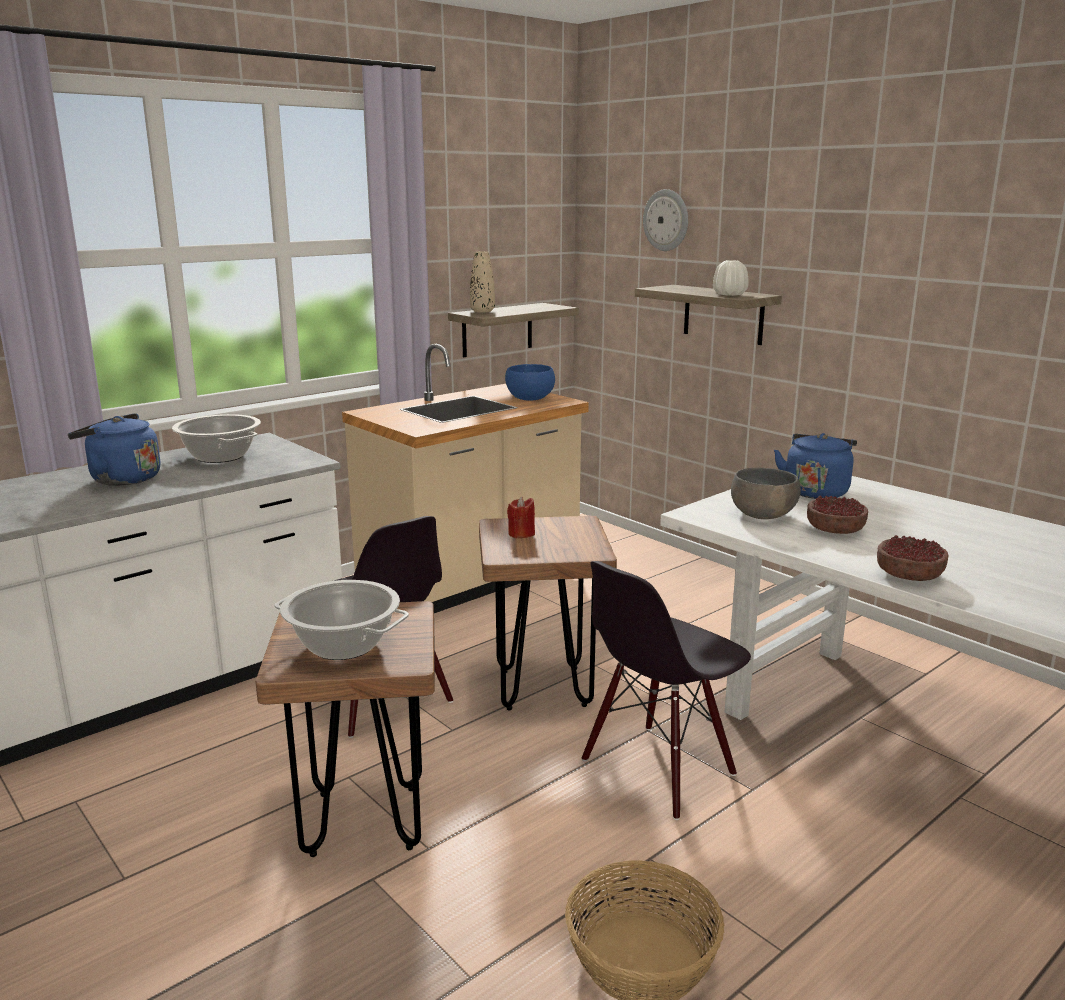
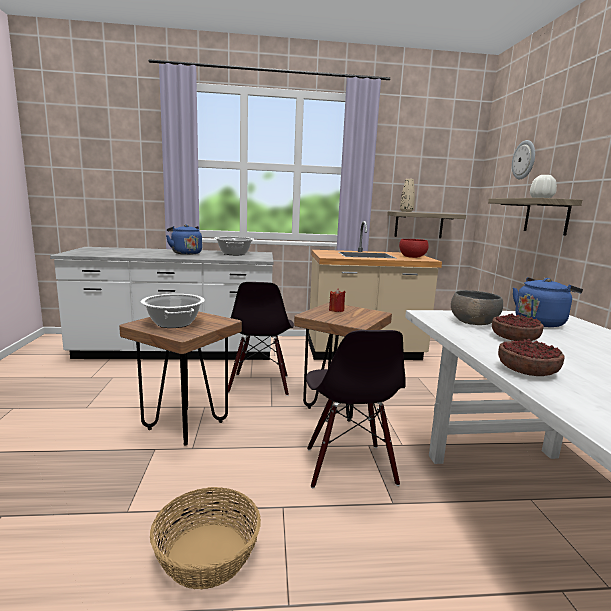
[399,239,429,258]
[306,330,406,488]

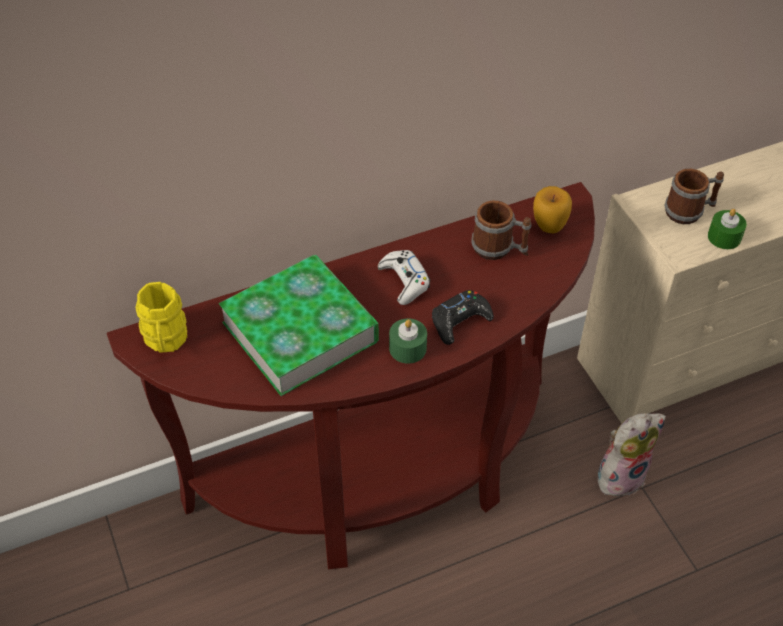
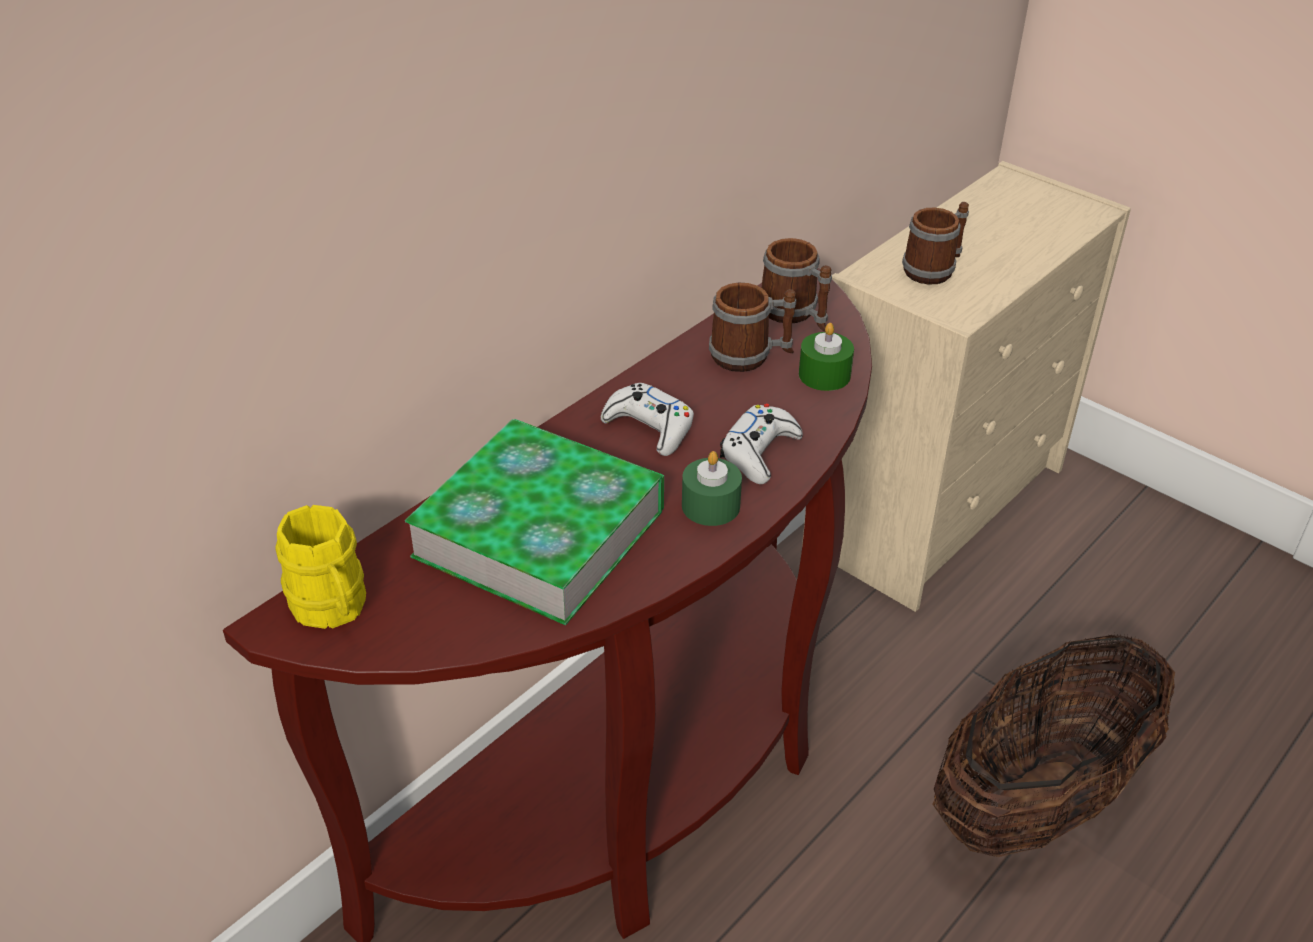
[762,238,832,332]
[799,323,854,391]
[720,404,803,484]
[598,413,666,500] (first image)
[933,633,1175,857]

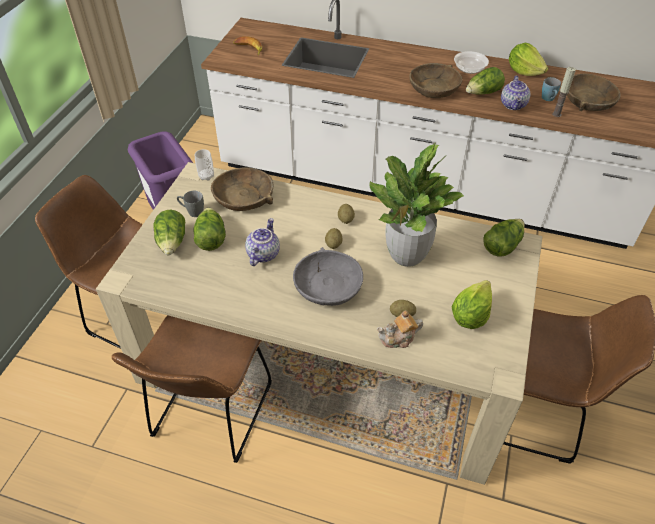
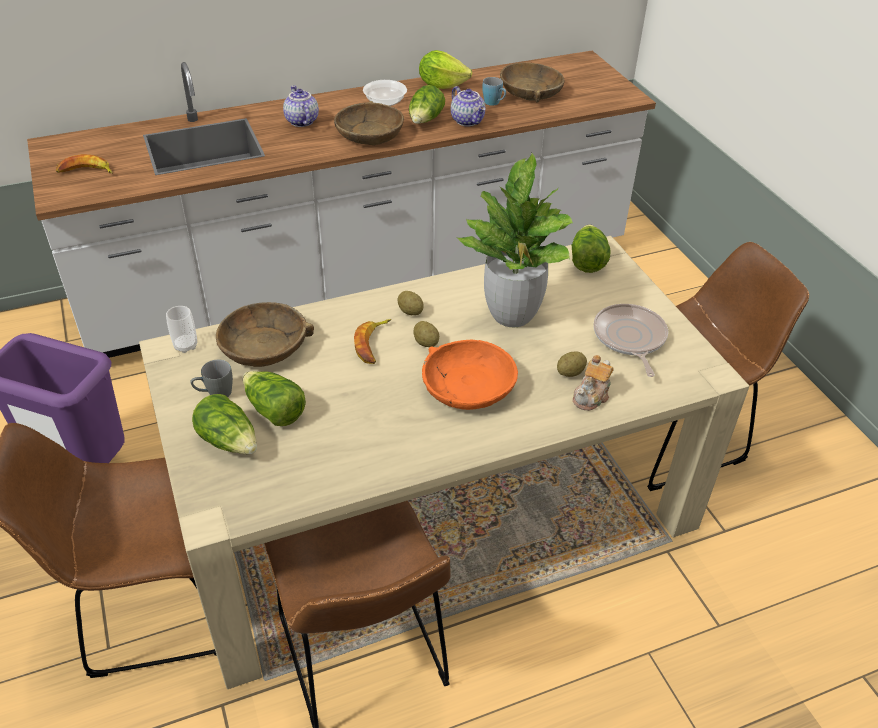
[552,67,576,117] (first image)
[283,85,319,127]
[422,340,518,410]
[594,304,668,377]
[354,319,391,364]

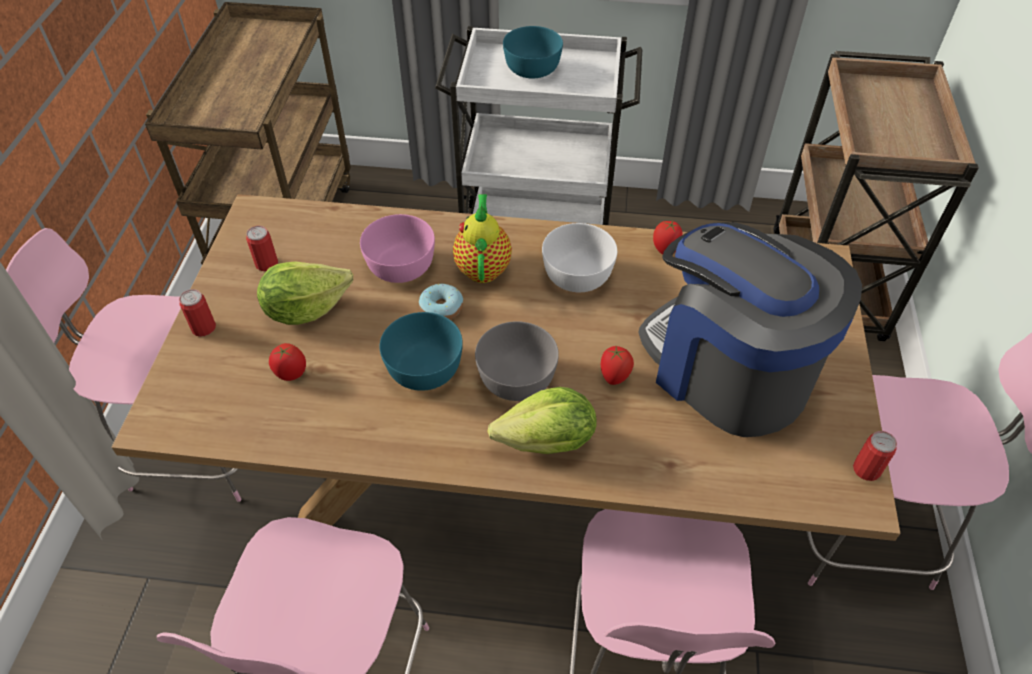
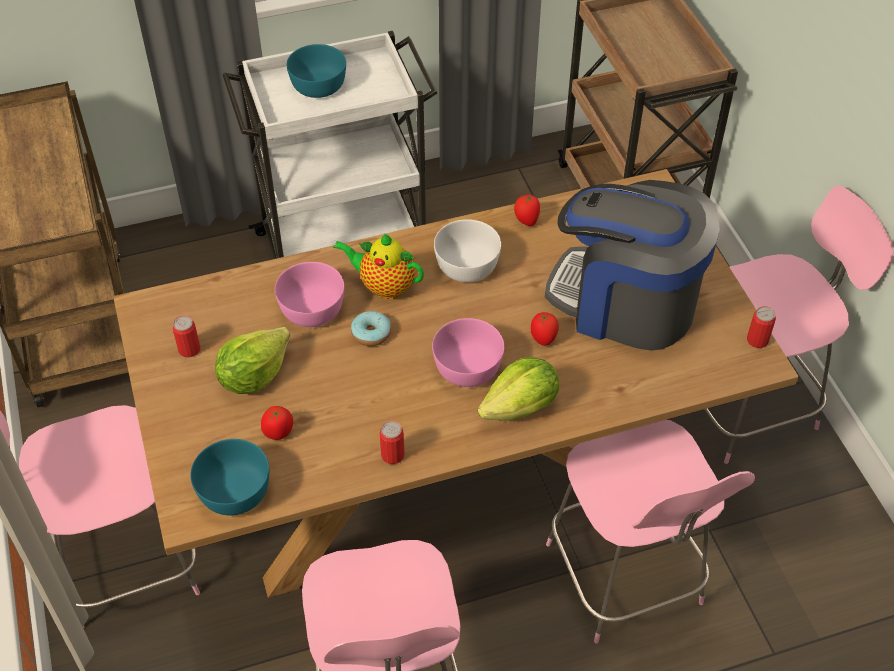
[333,233,424,299]
[380,421,405,464]
[190,439,269,516]
[432,318,504,387]

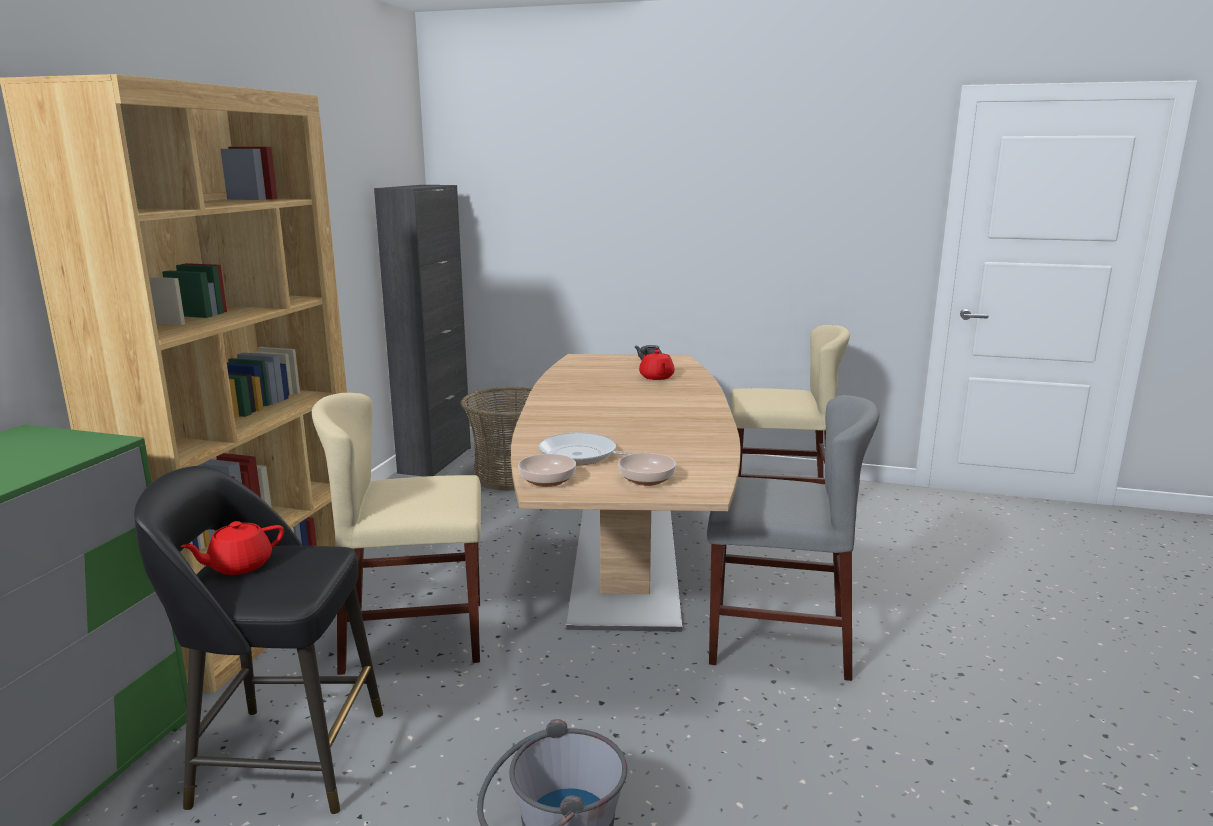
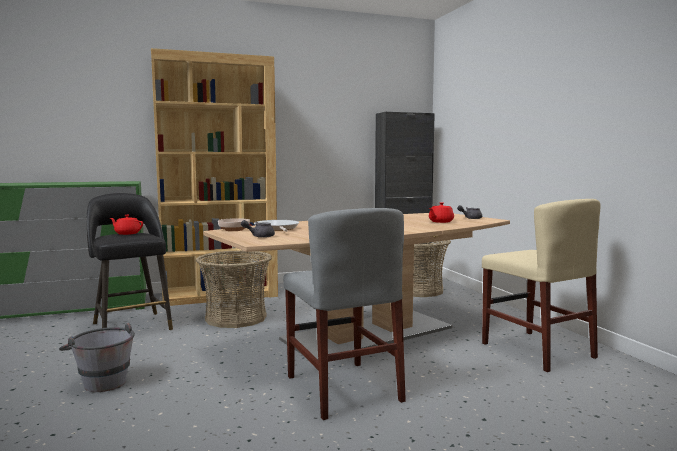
[196,250,272,328]
[241,220,275,238]

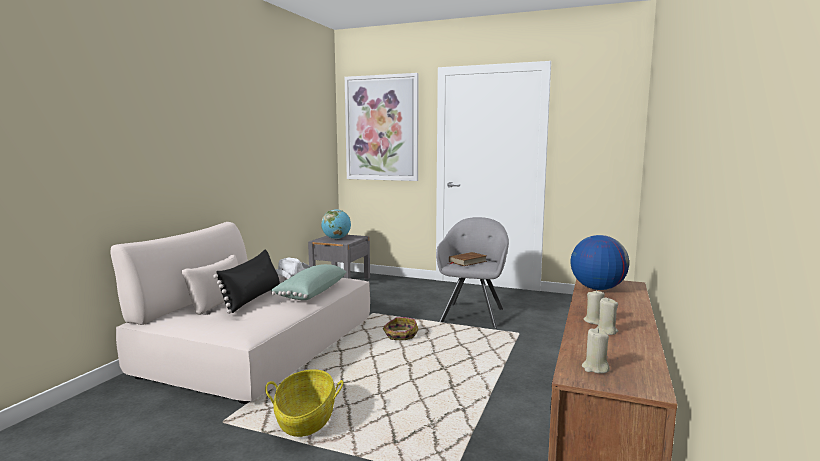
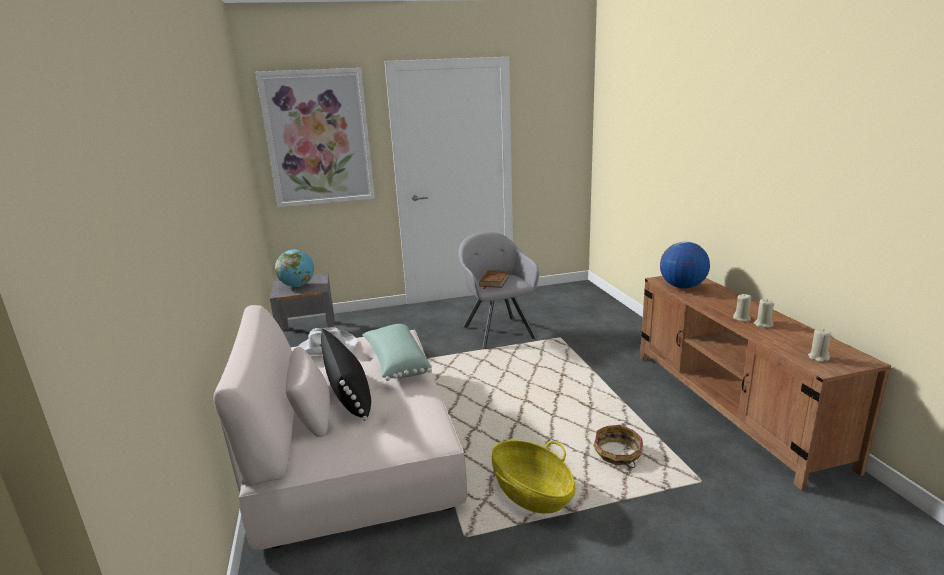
[593,425,643,468]

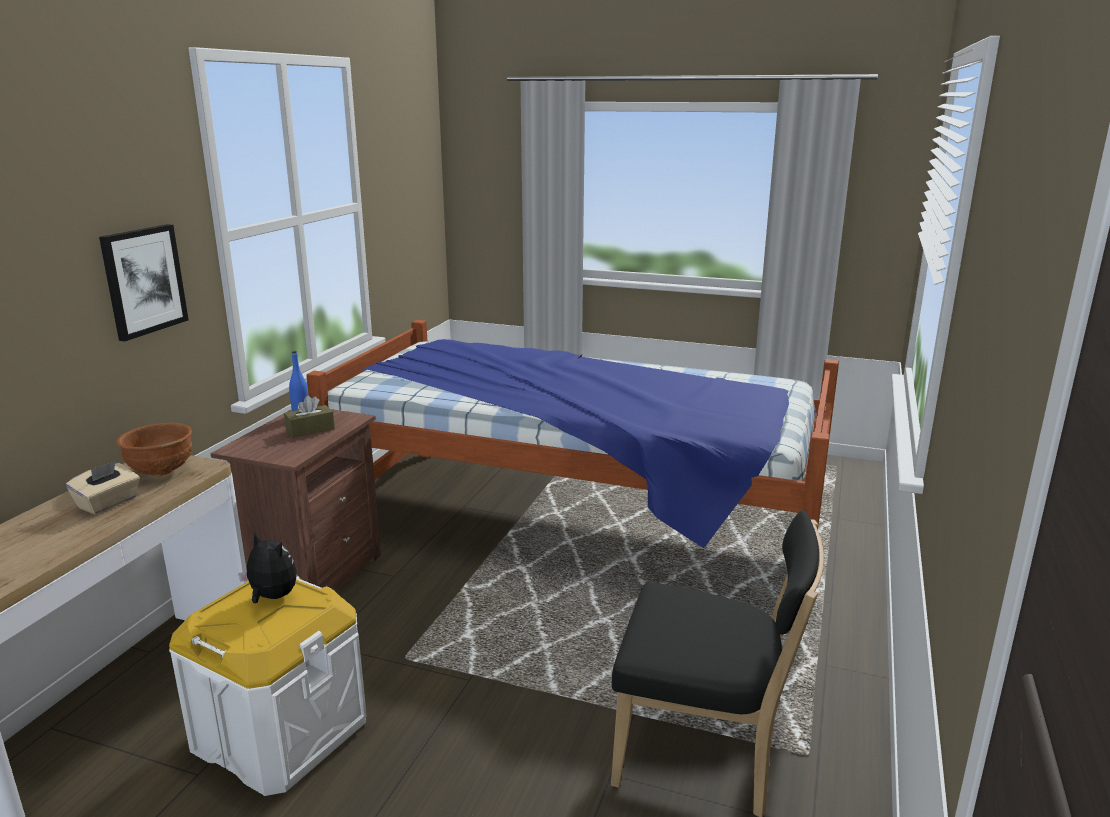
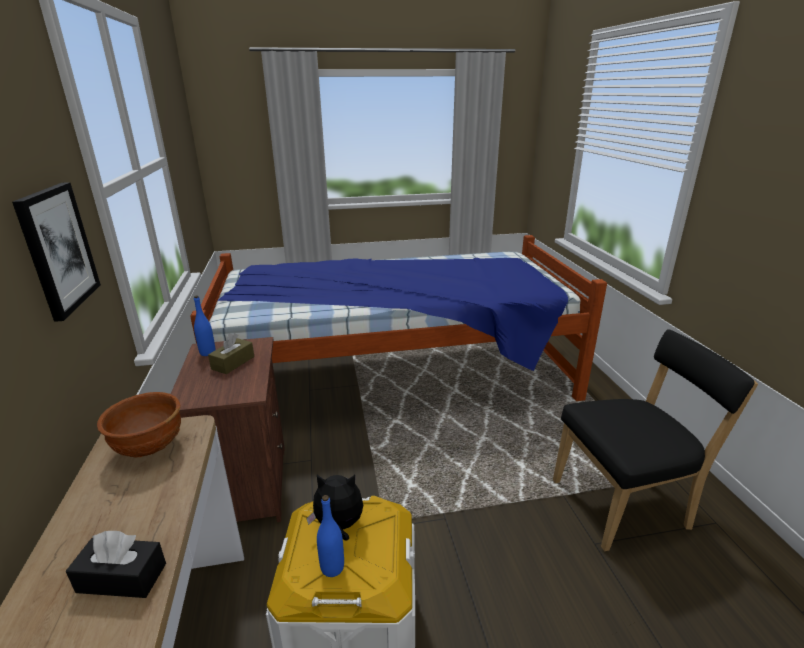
[66,461,140,515] (first image)
[317,495,344,577]
[66,531,166,598]

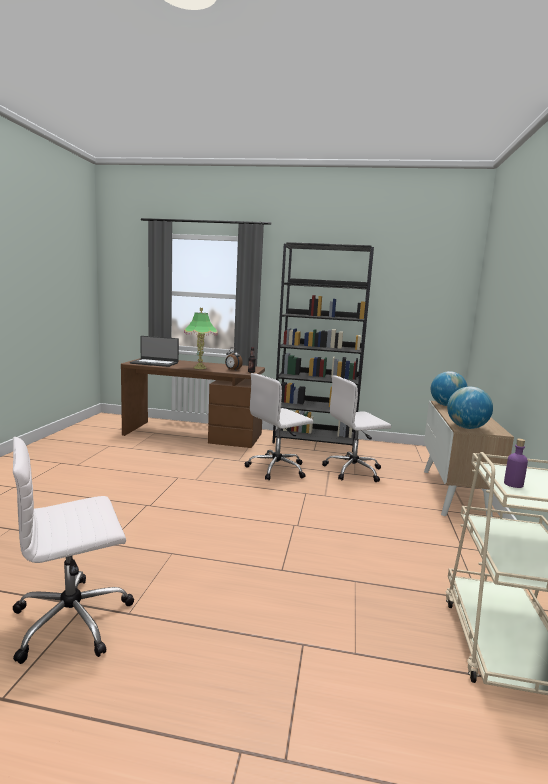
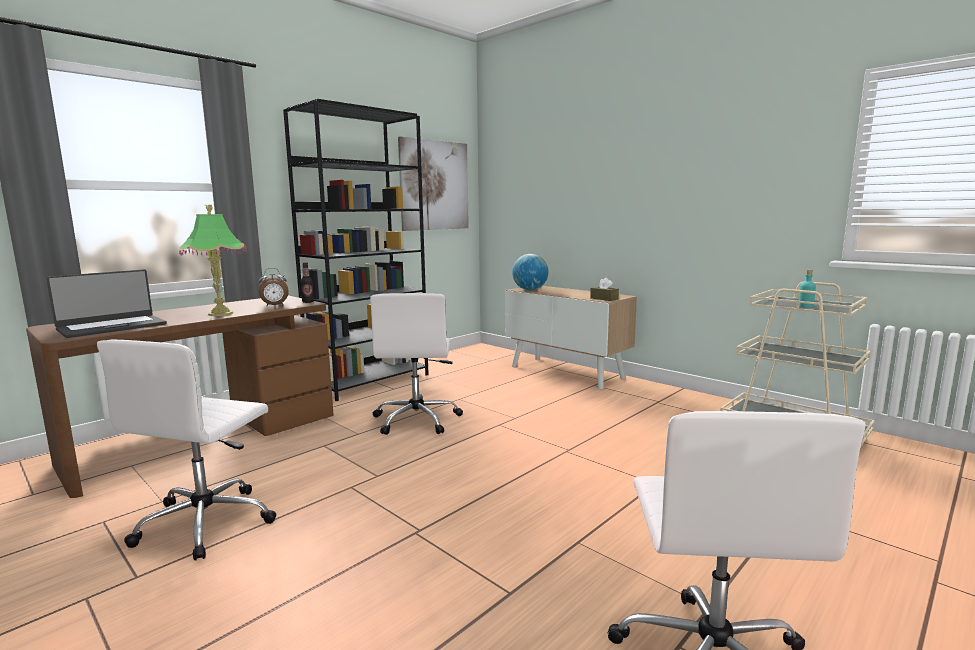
[97,340,277,561]
[590,278,619,301]
[798,269,816,307]
[398,136,469,231]

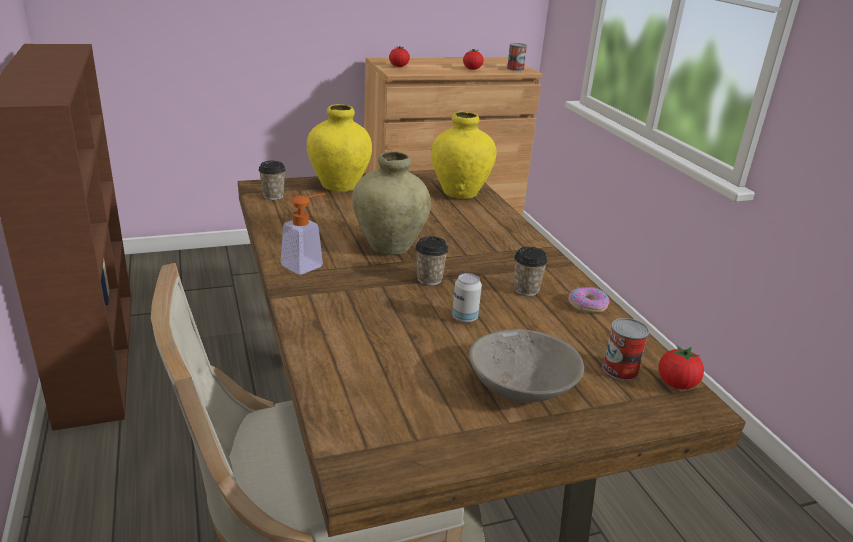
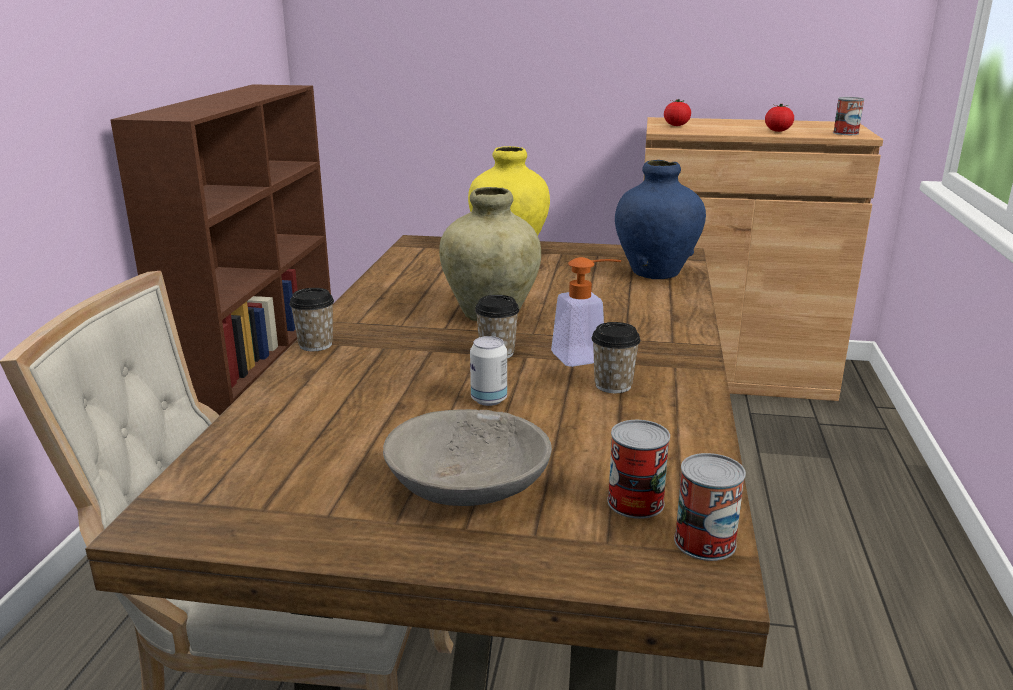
[615,160,706,279]
[289,288,334,351]
[551,257,622,367]
[568,287,609,313] (first image)
[674,453,746,561]

